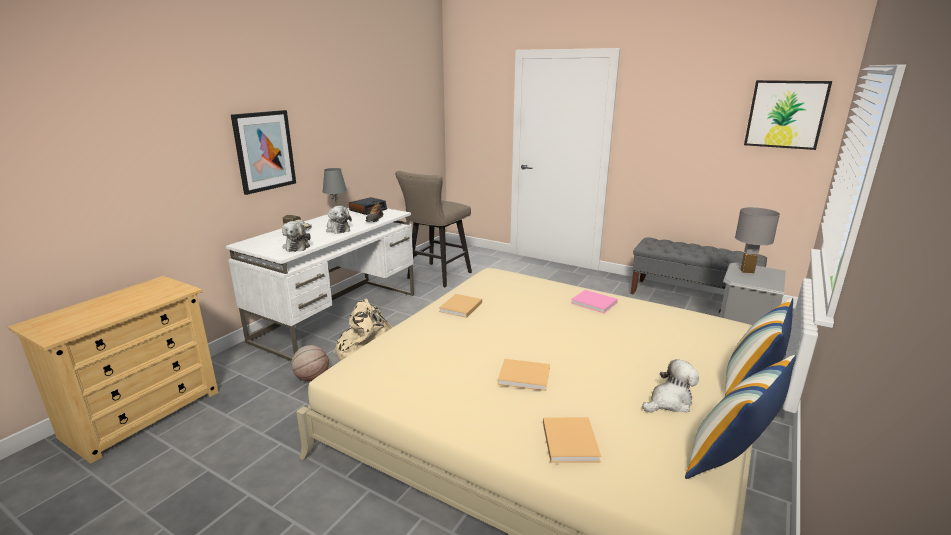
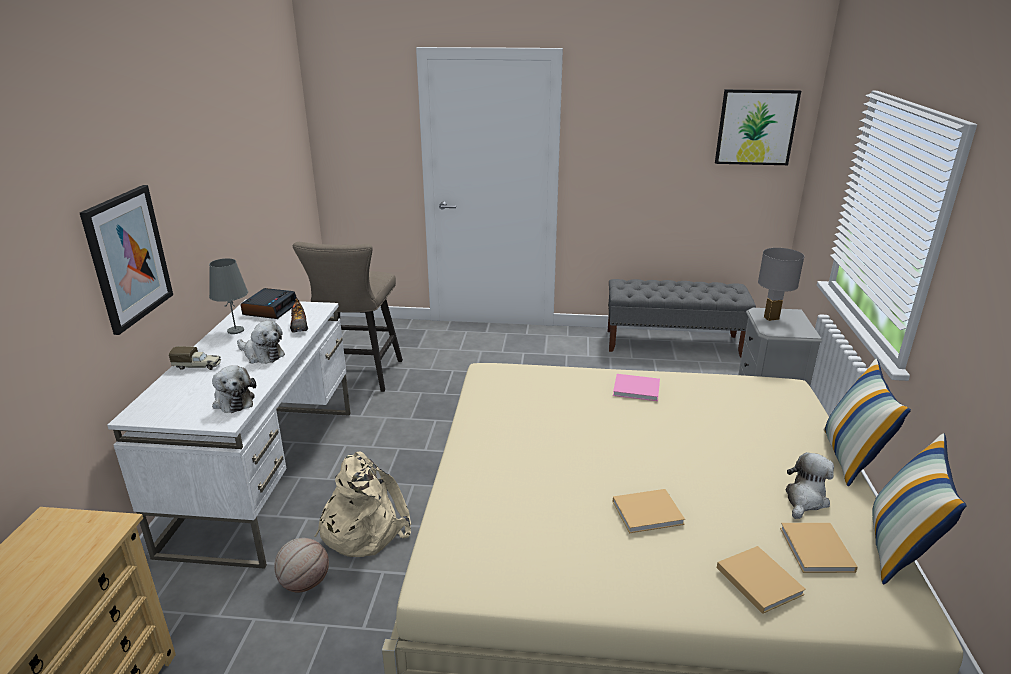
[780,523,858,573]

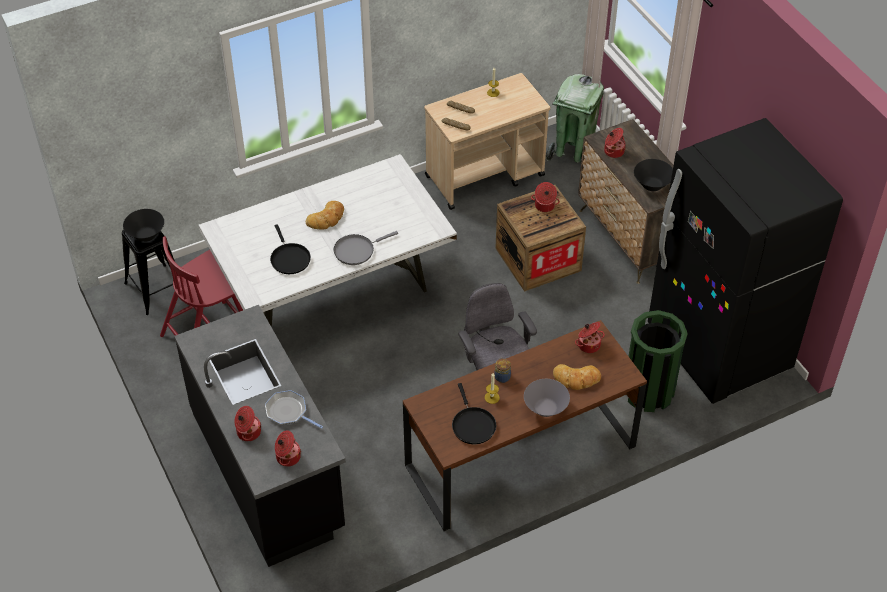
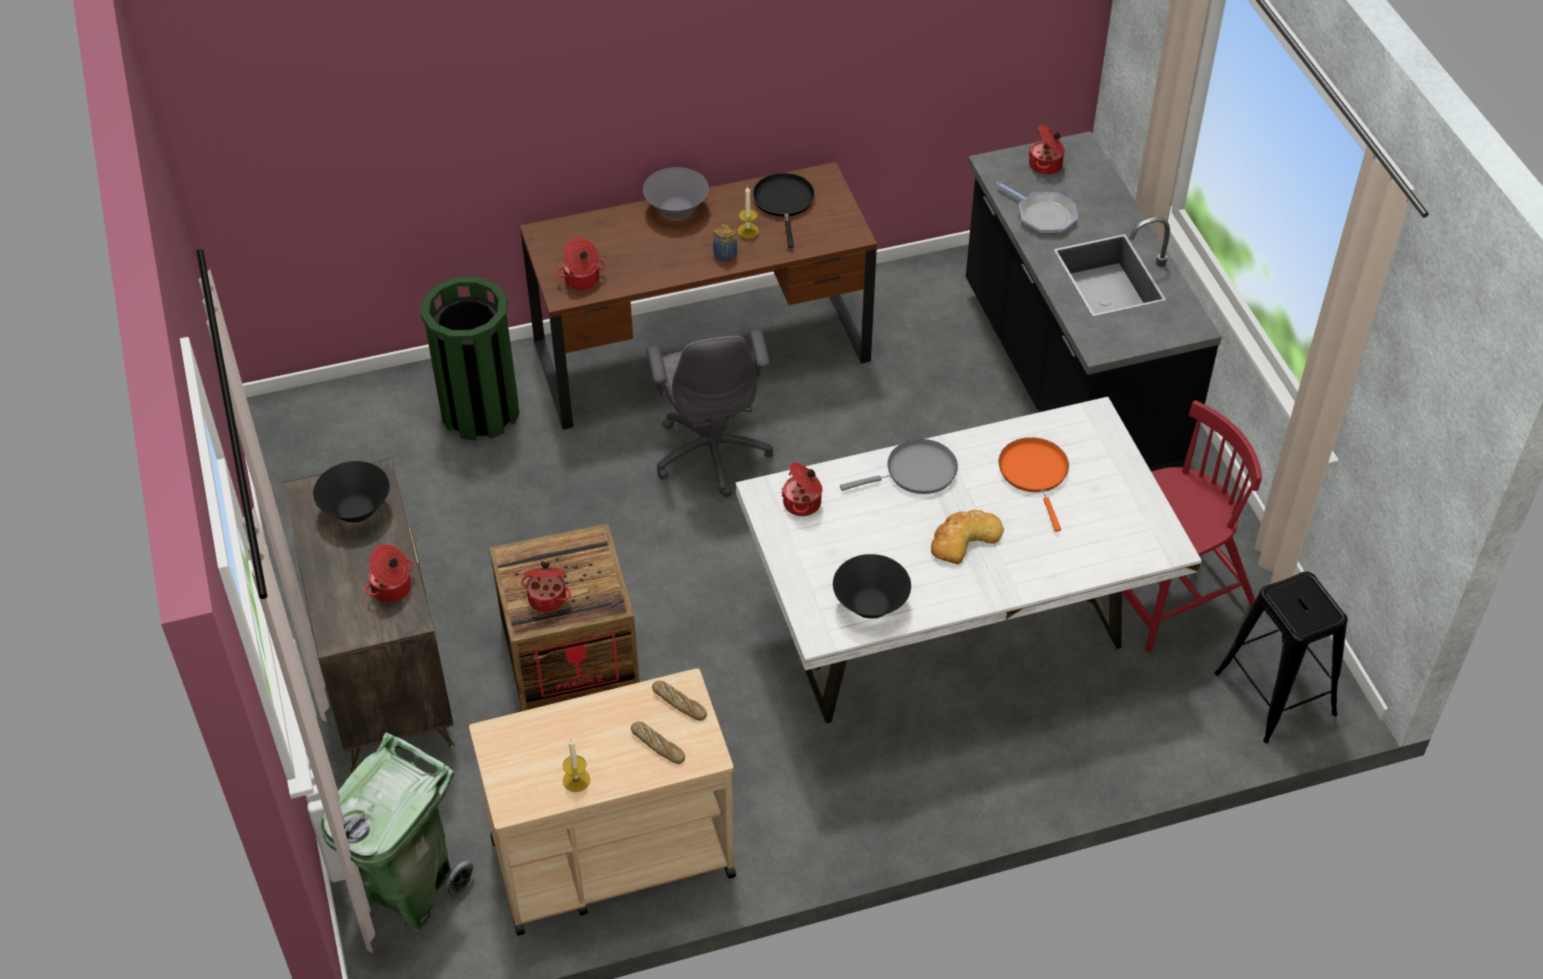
[648,118,843,404] (first image)
[833,554,911,619]
[999,437,1069,532]
[553,364,601,390] (first image)
[782,462,822,516]

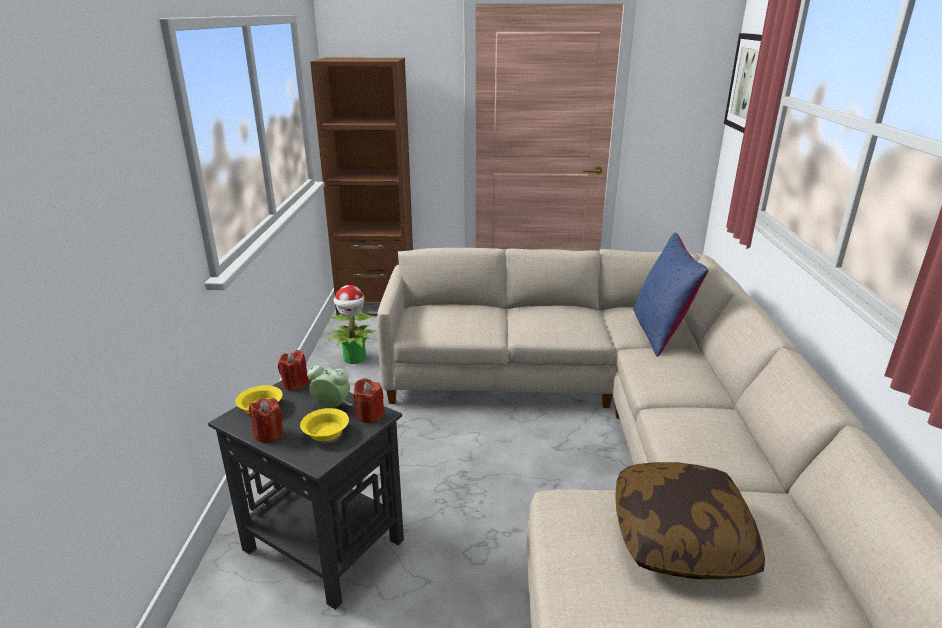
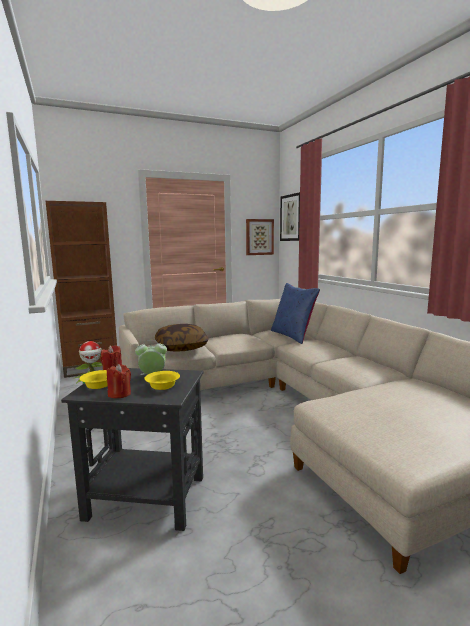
[353,378,385,423] (first image)
[155,324,208,352]
[246,219,274,255]

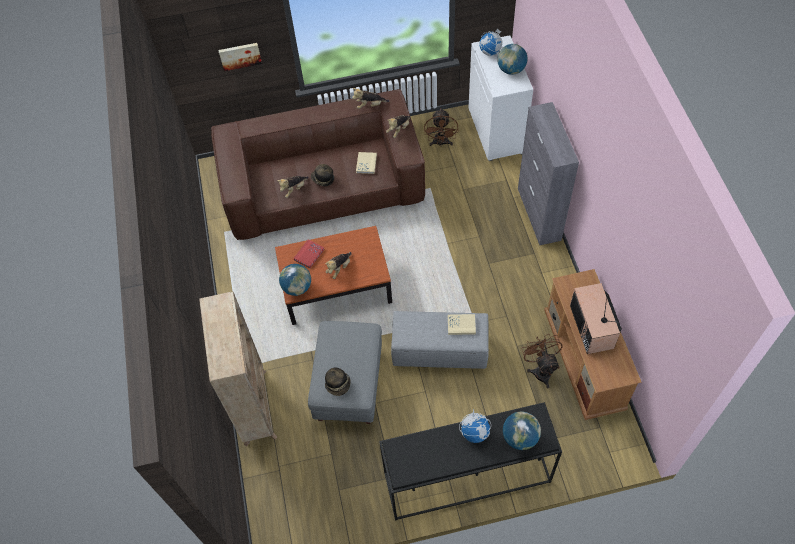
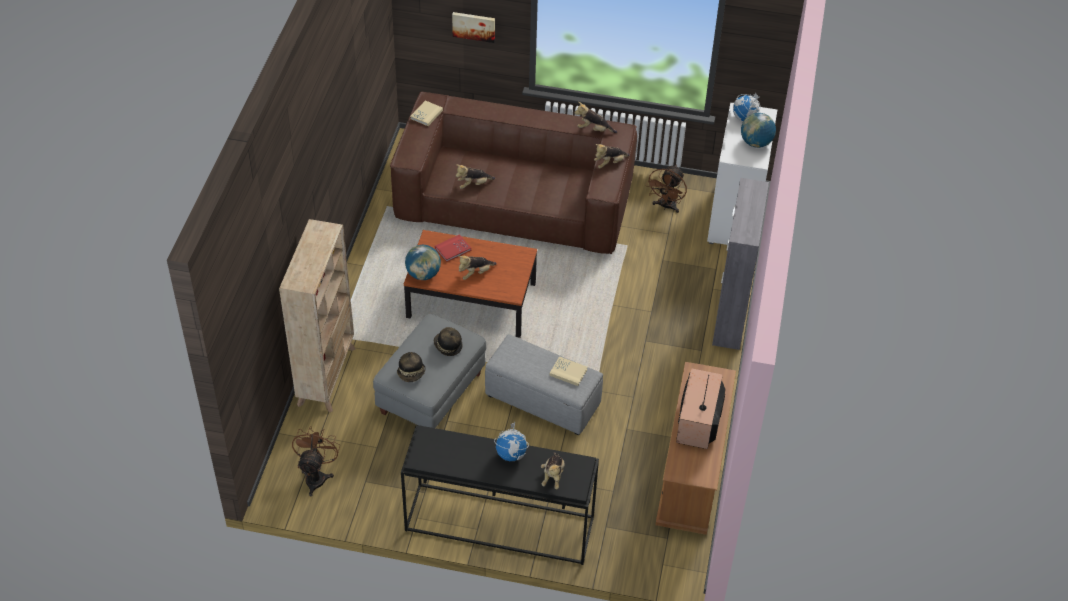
[410,101,443,126]
[434,327,463,356]
[292,426,340,496]
[541,452,565,490]

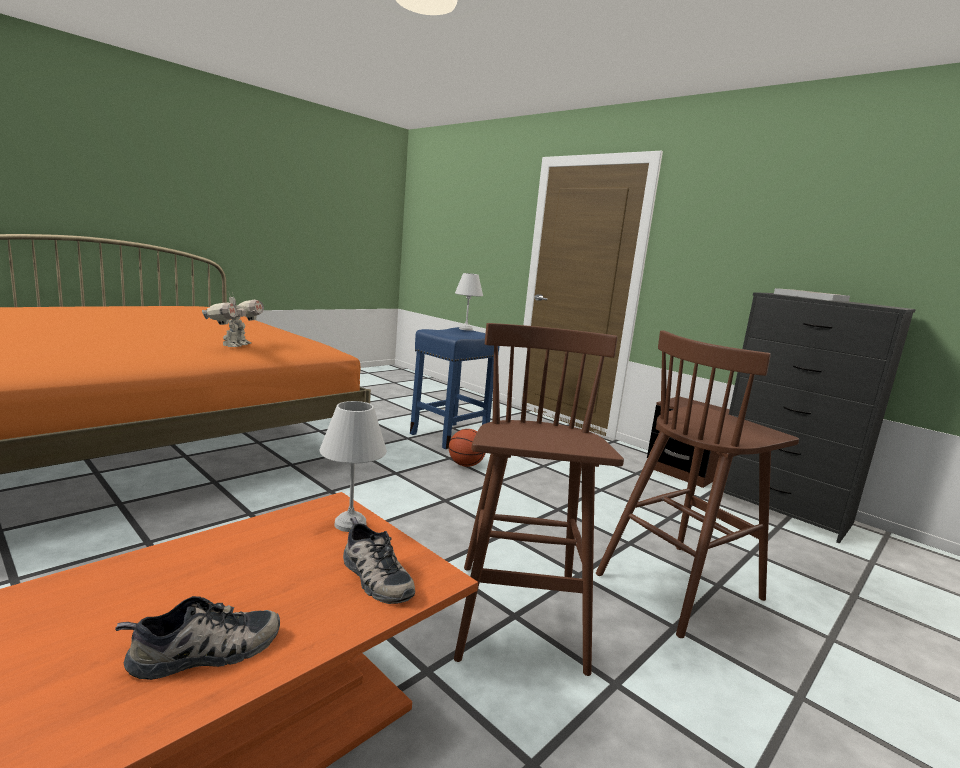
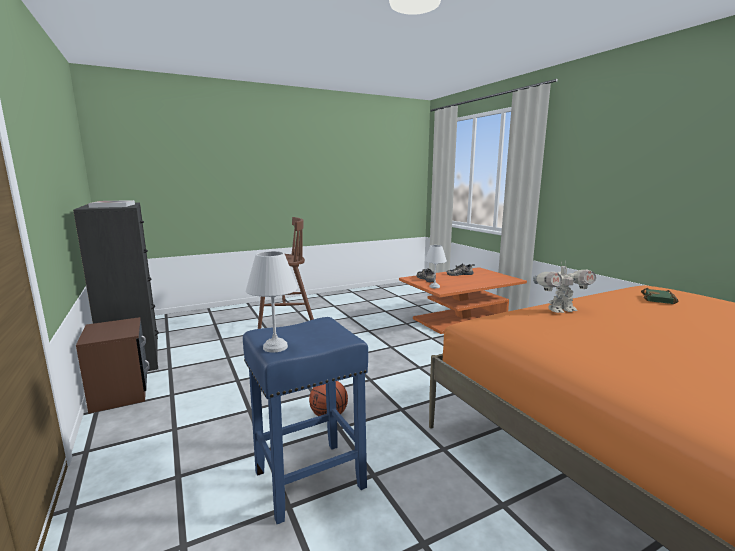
[533,262,596,313]
[454,323,624,676] (first image)
[641,288,678,304]

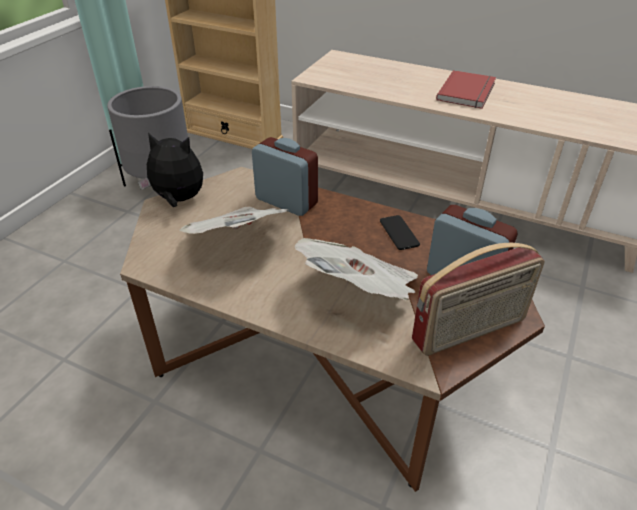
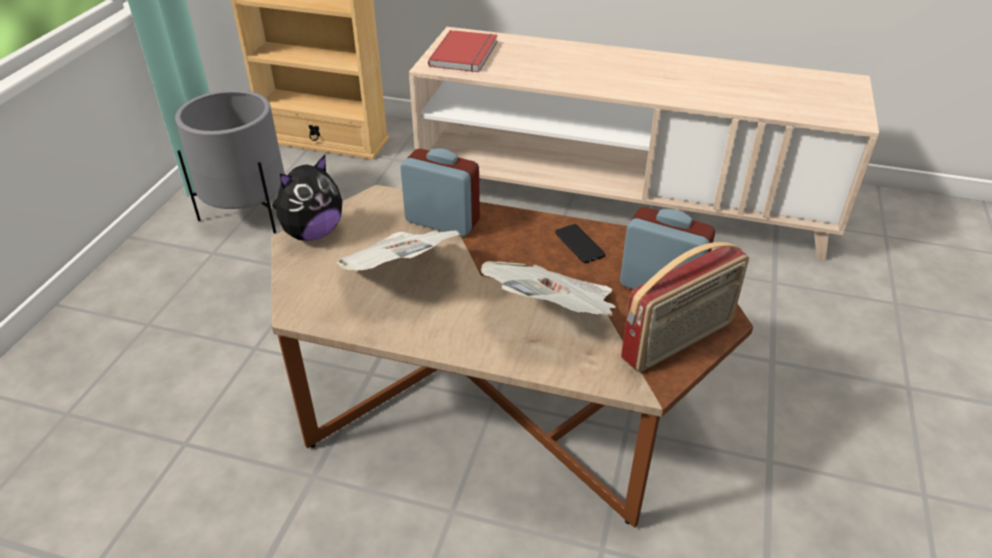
[428,30,497,72]
[272,155,342,241]

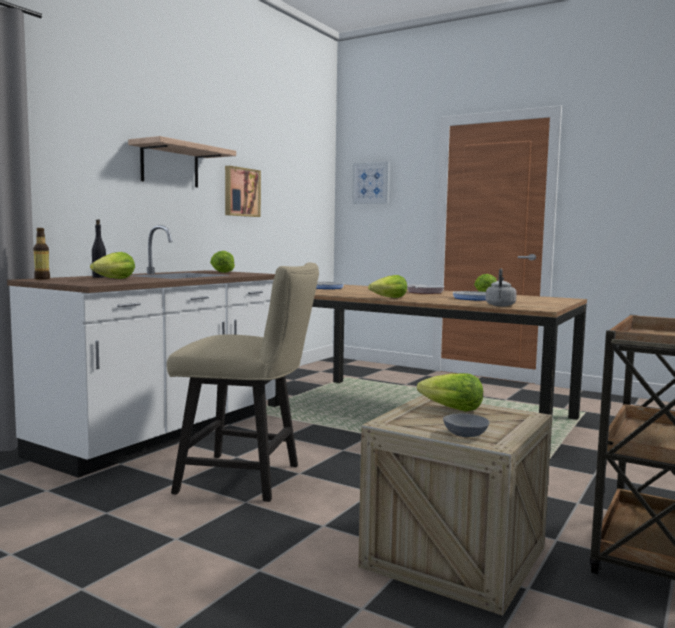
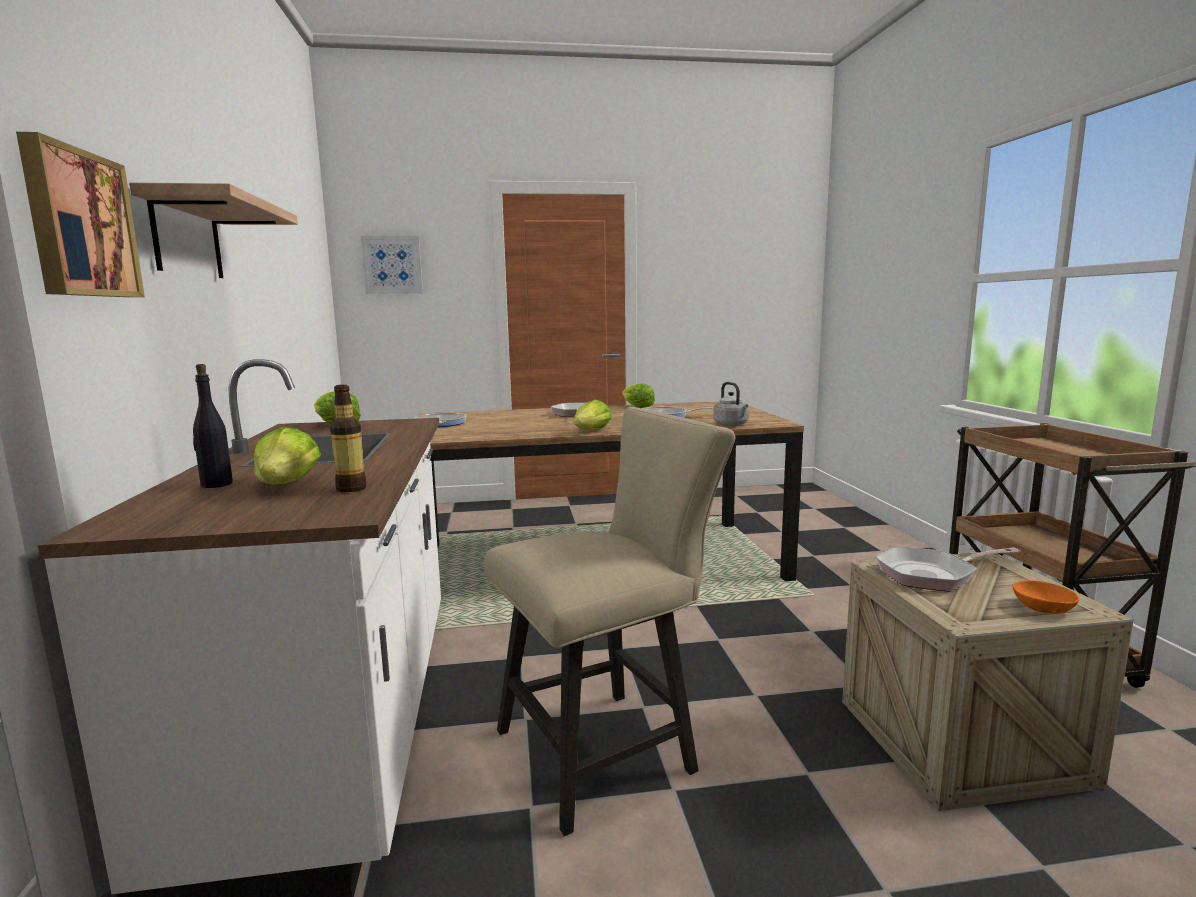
[16,132,145,297]
[330,385,367,492]
[875,546,1021,592]
[1013,580,1079,613]

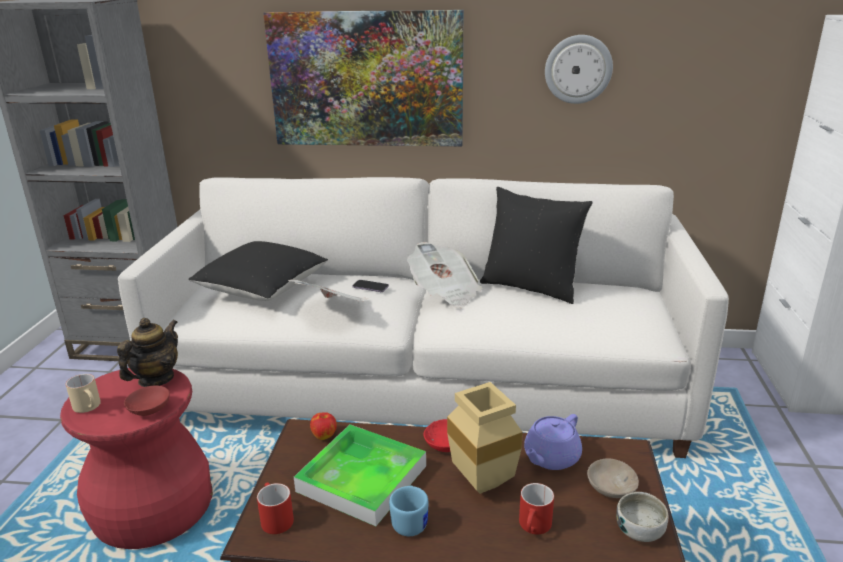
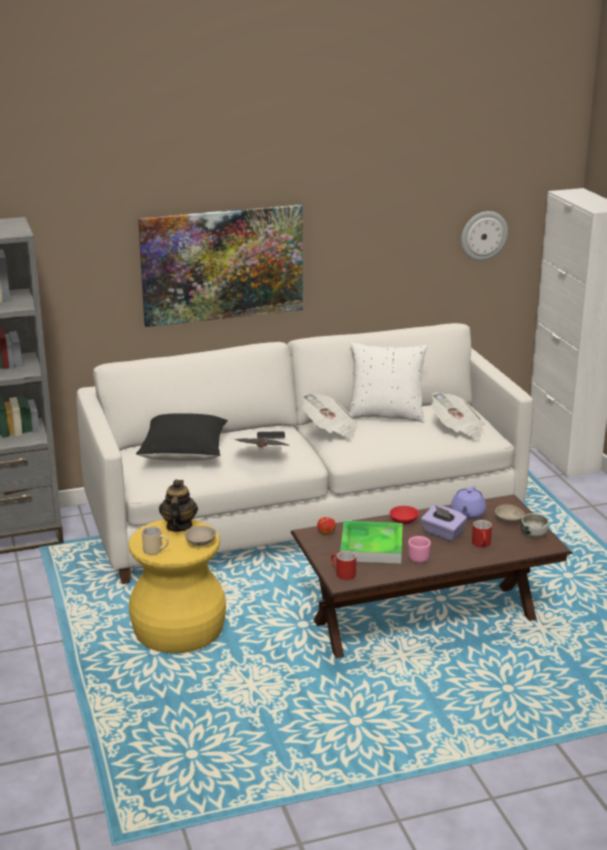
[461,211,508,261]
[349,342,428,423]
[129,520,226,653]
[421,505,467,541]
[185,526,216,546]
[408,536,431,563]
[431,392,485,440]

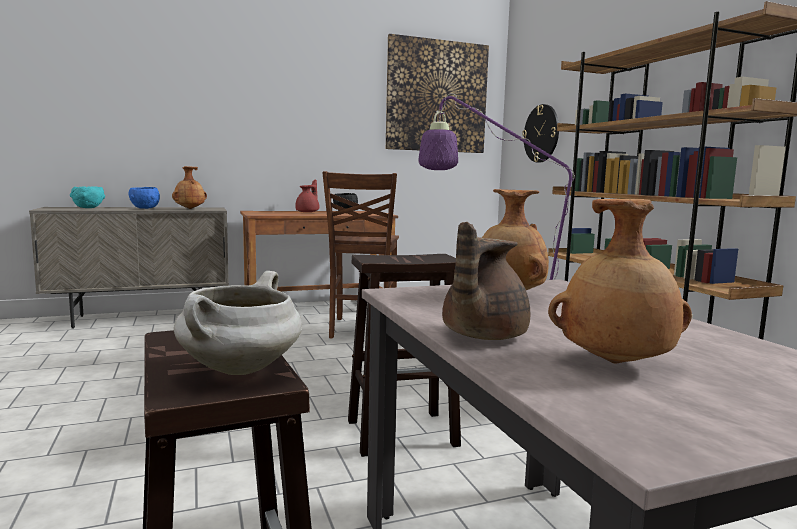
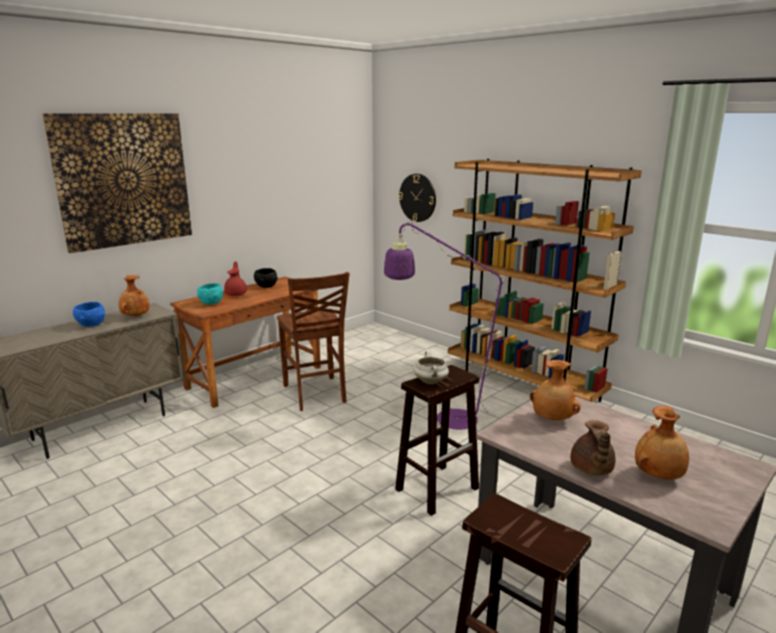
[42,113,192,253]
[197,283,223,305]
[413,351,449,384]

